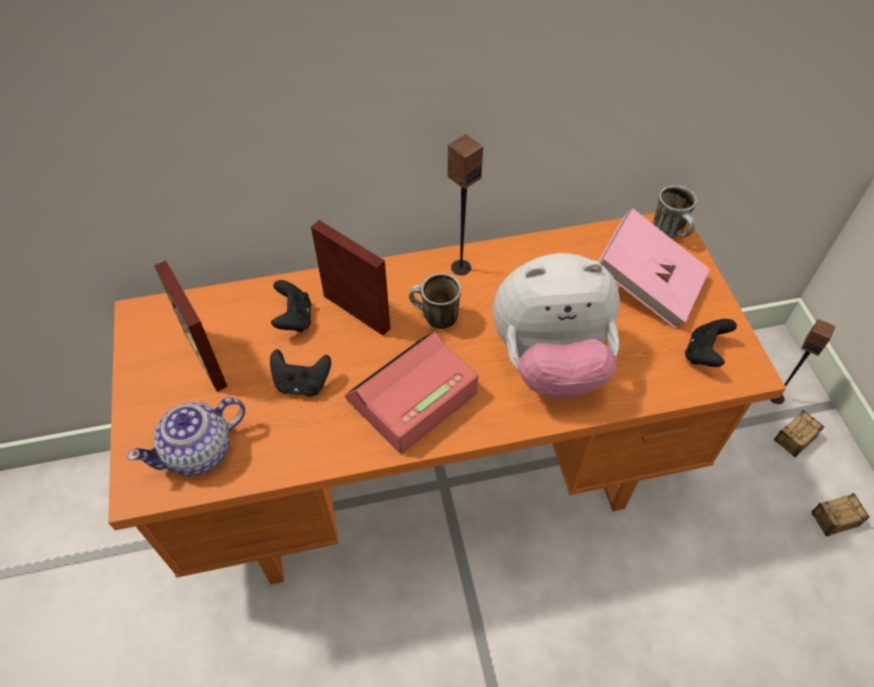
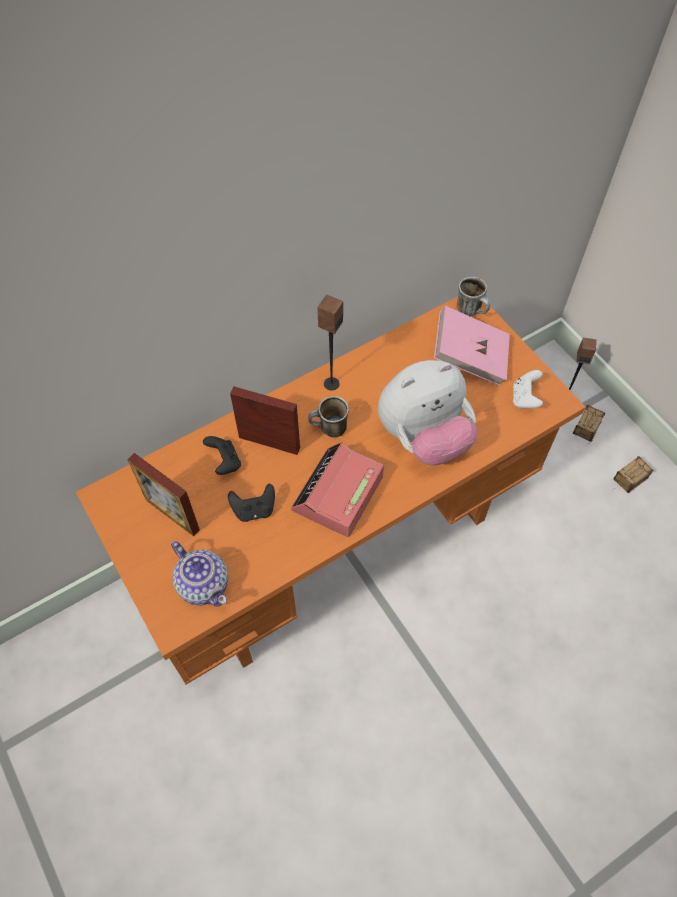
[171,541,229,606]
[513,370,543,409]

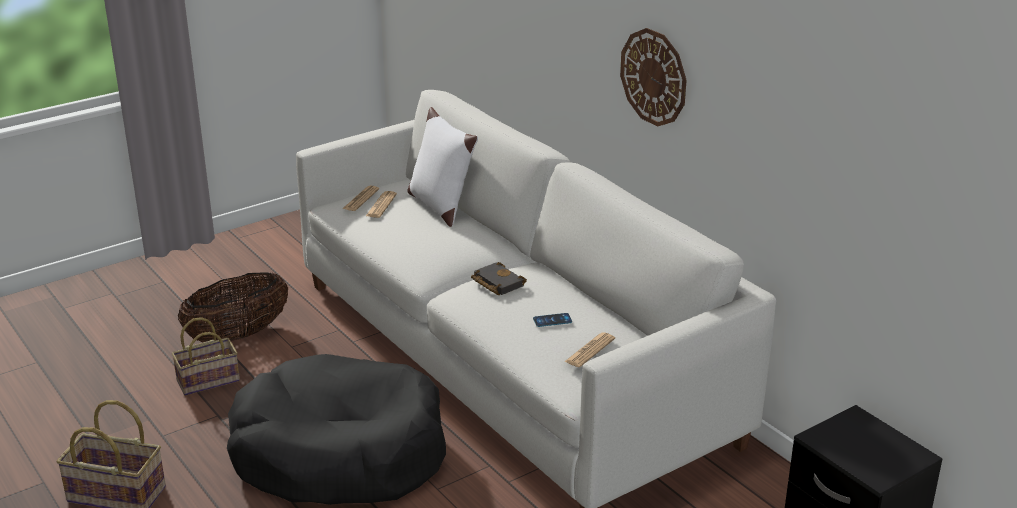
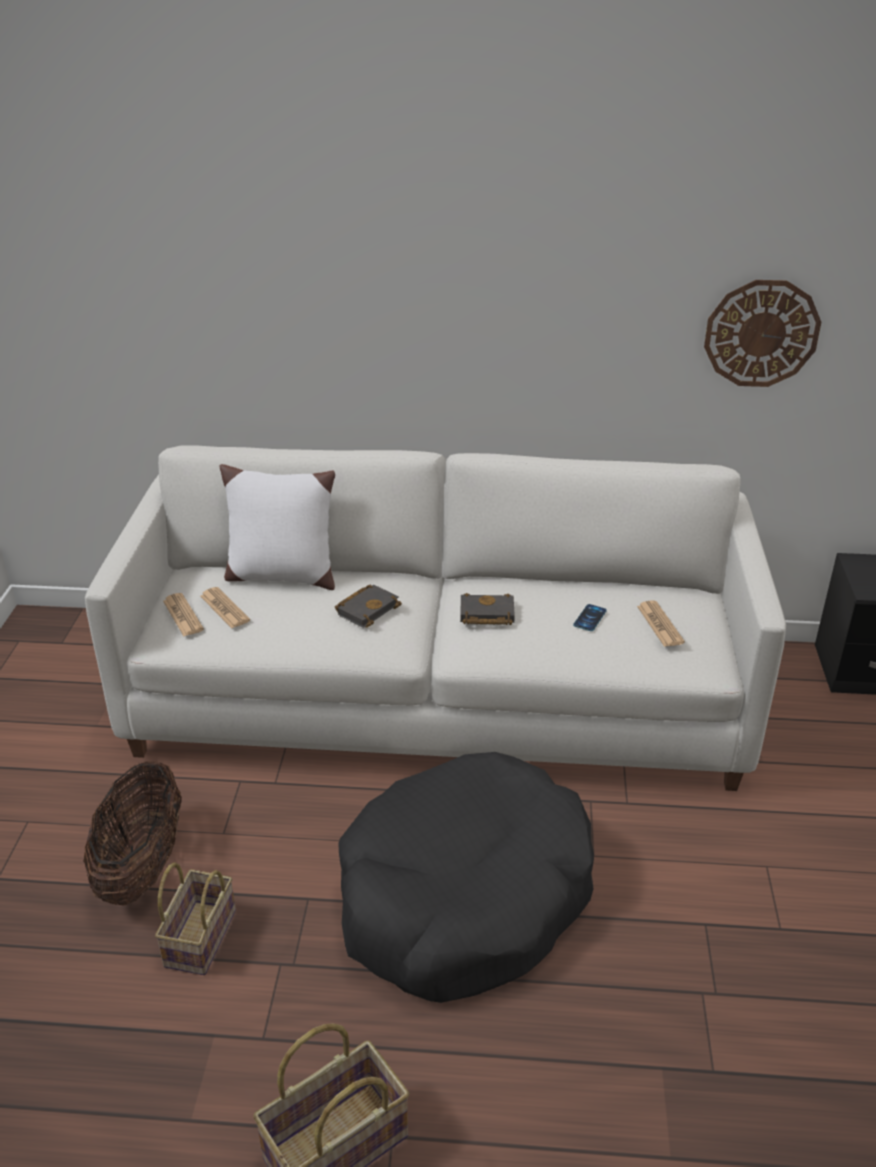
[335,585,402,628]
[704,280,822,387]

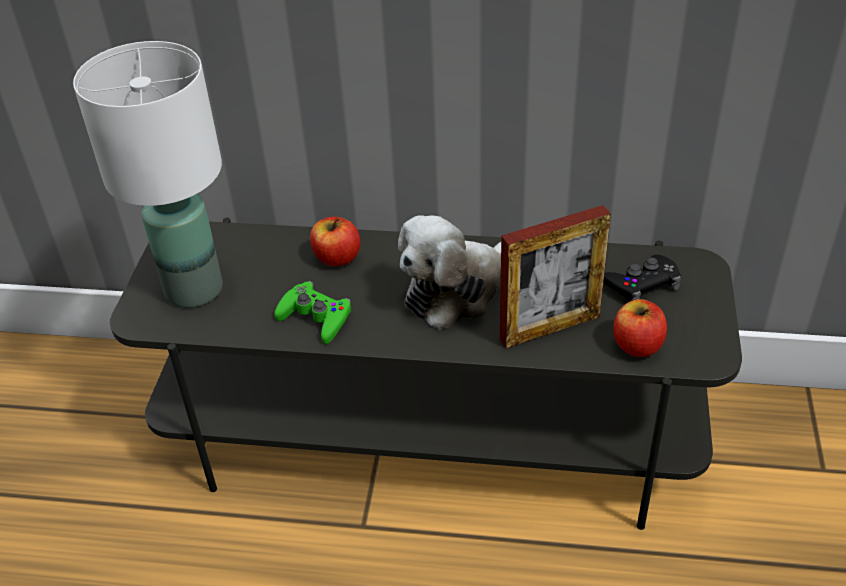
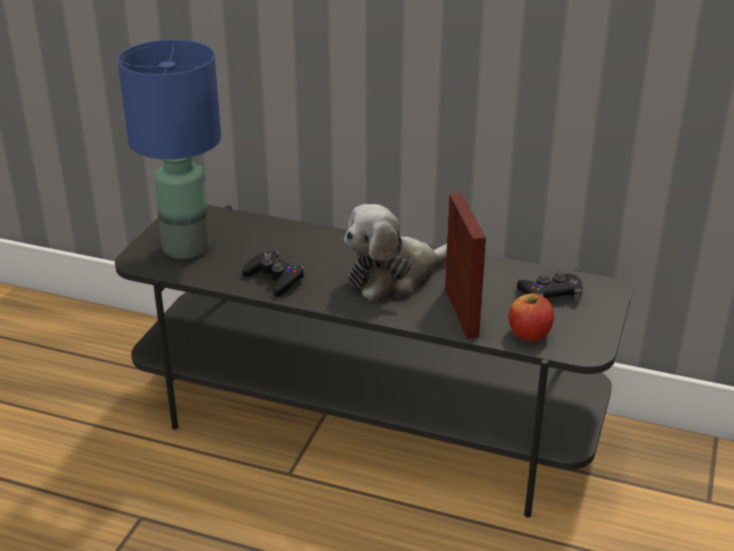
[117,40,221,259]
[242,251,304,297]
[445,193,486,339]
[310,217,360,266] (first image)

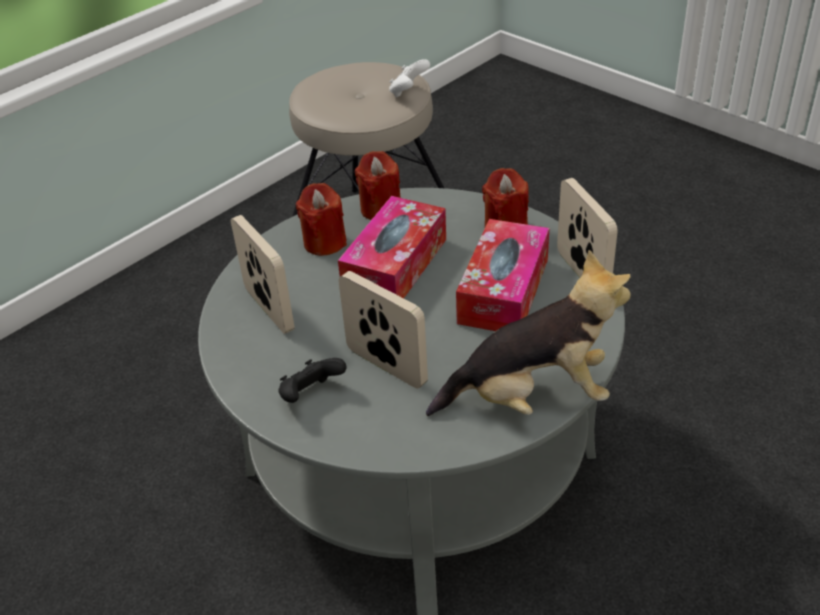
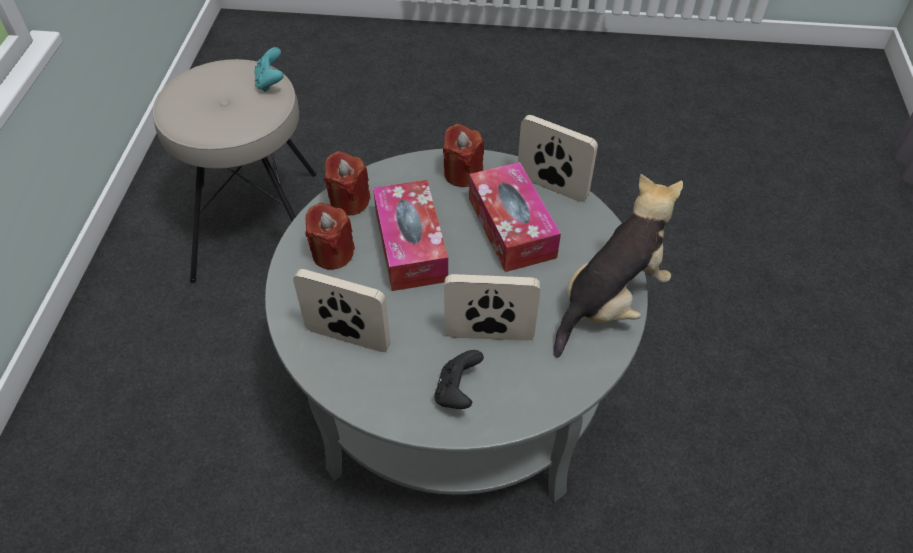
[254,47,284,92]

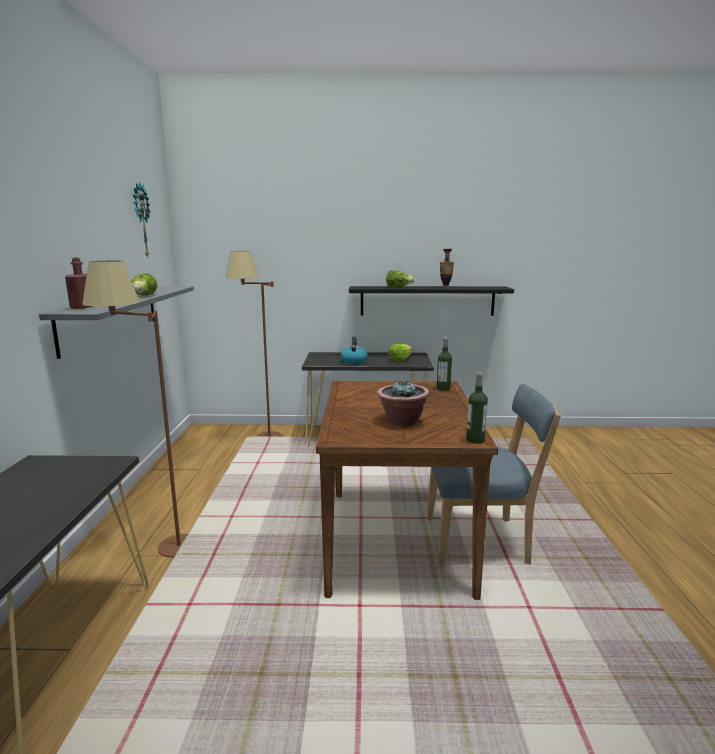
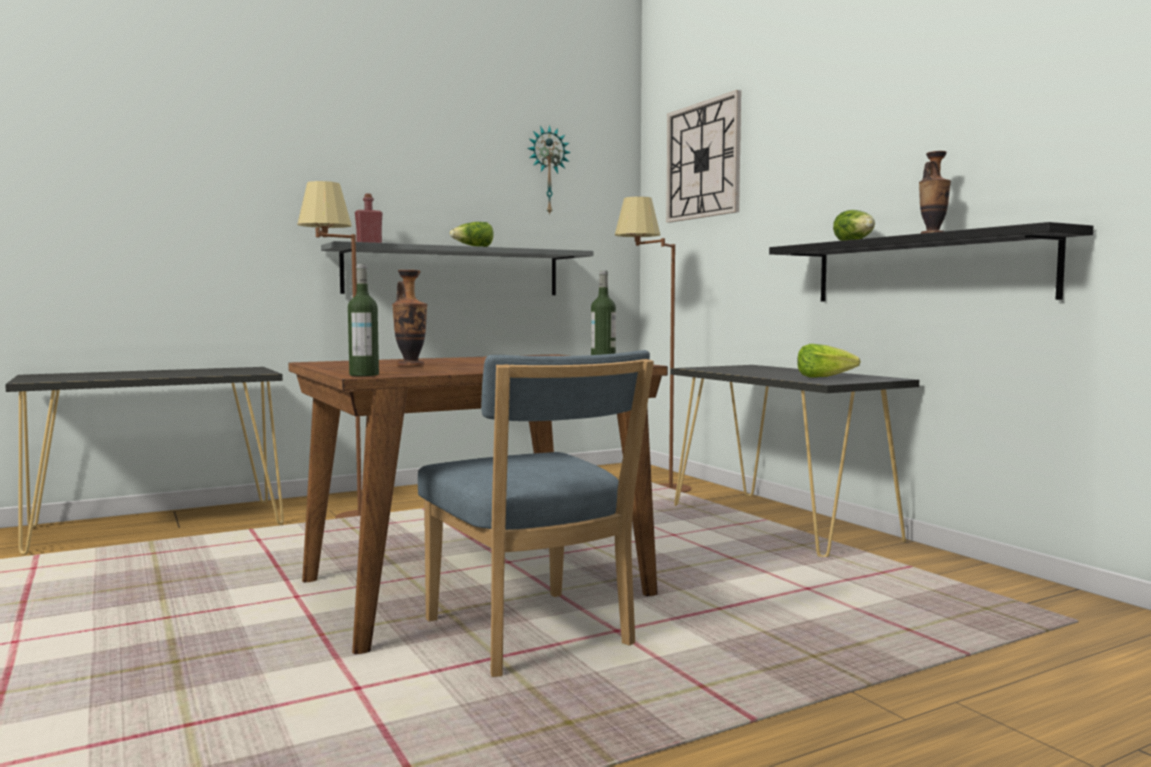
[392,270,427,366]
[666,90,741,222]
[341,336,368,364] (first image)

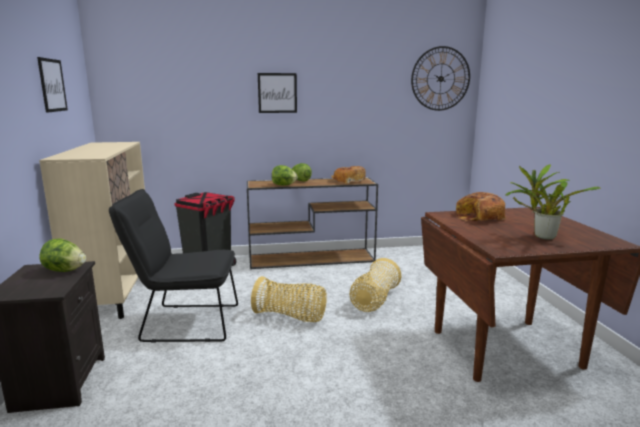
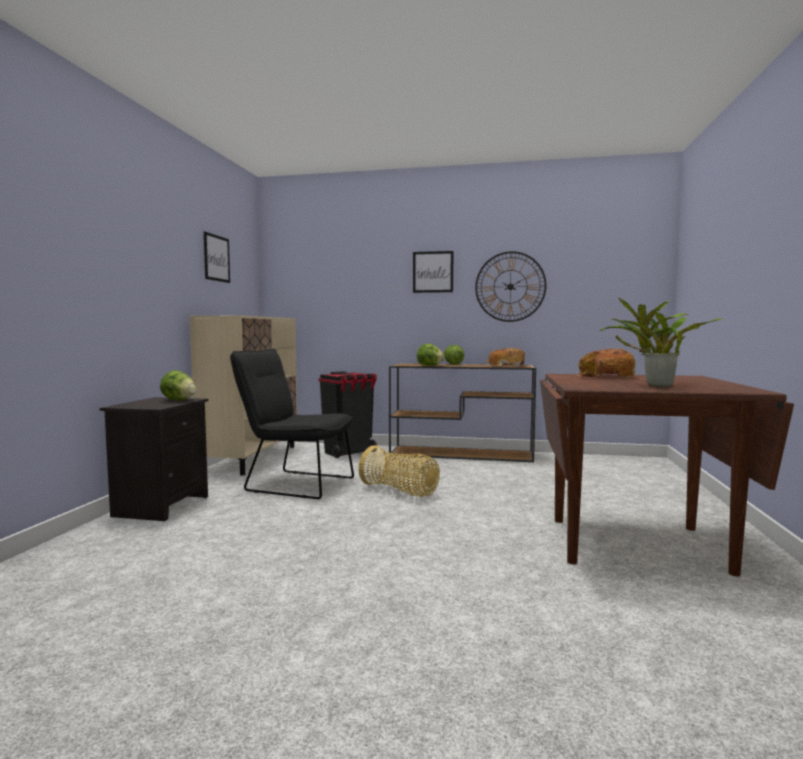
[475,251,547,322]
[350,258,402,312] (first image)

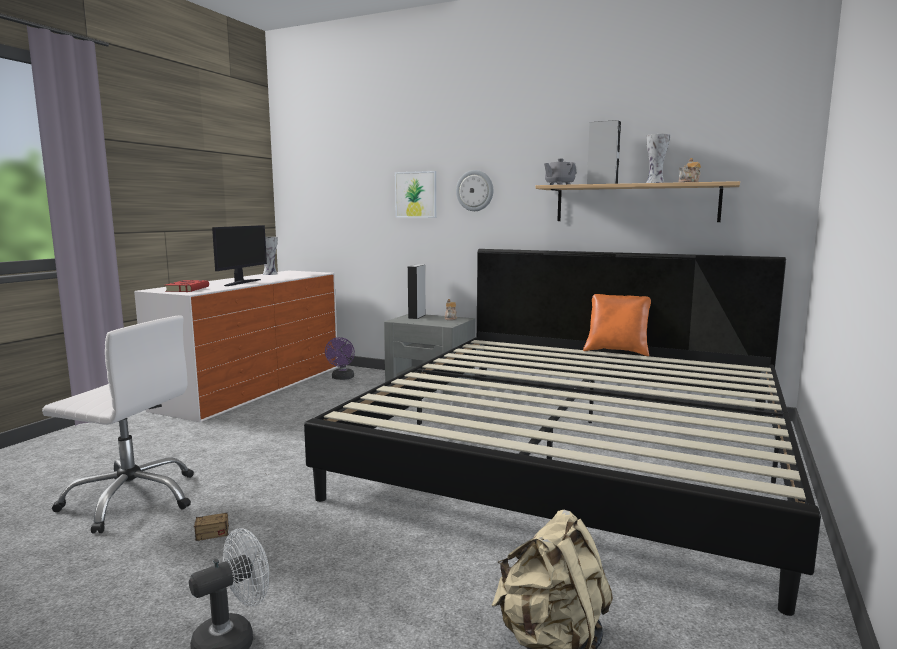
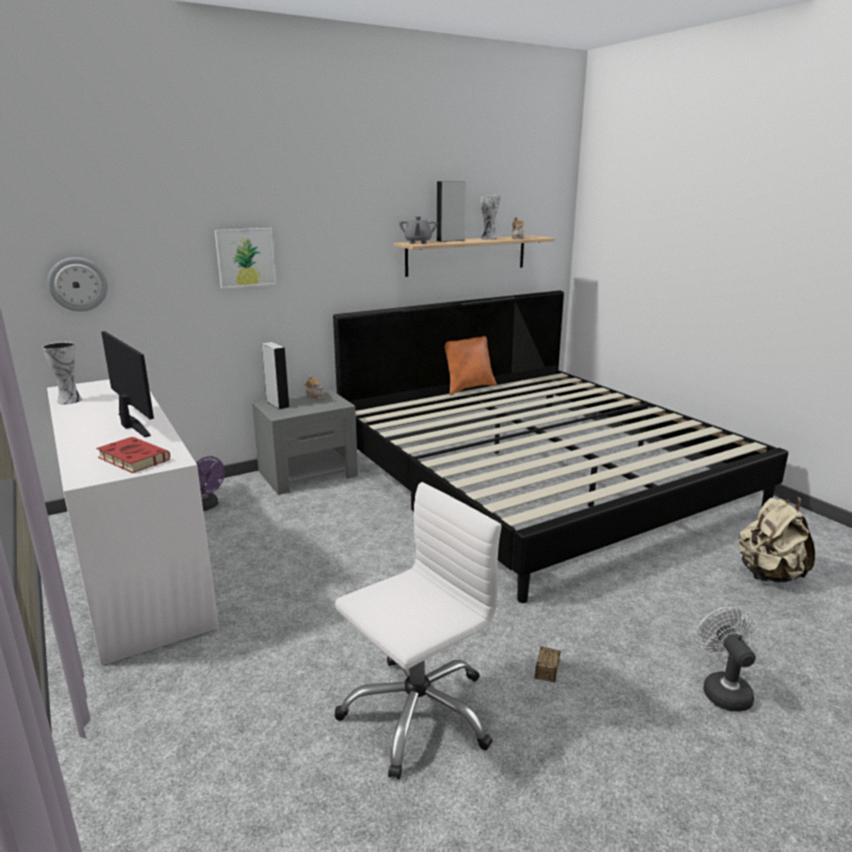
[48,257,108,312]

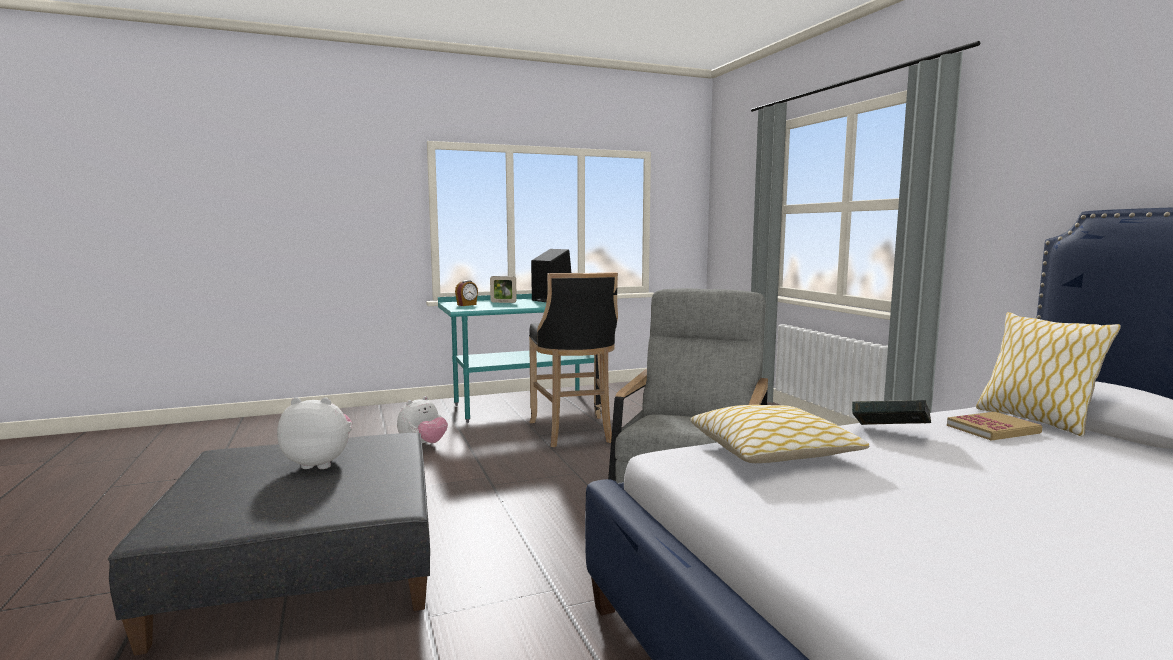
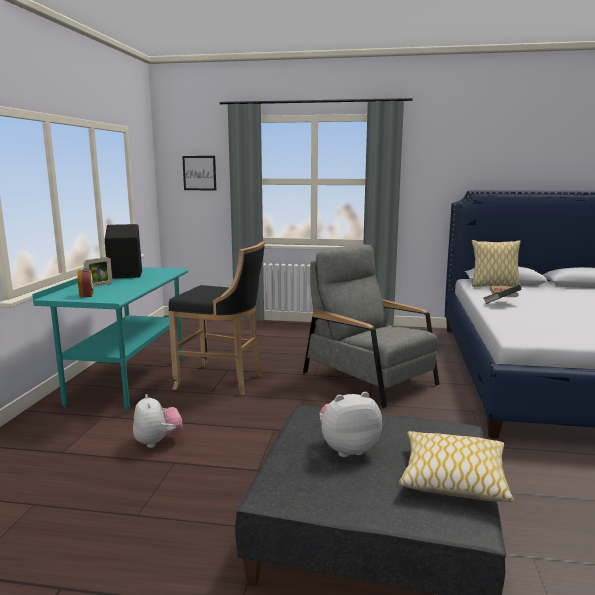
[182,156,216,190]
[320,392,382,457]
[399,431,514,502]

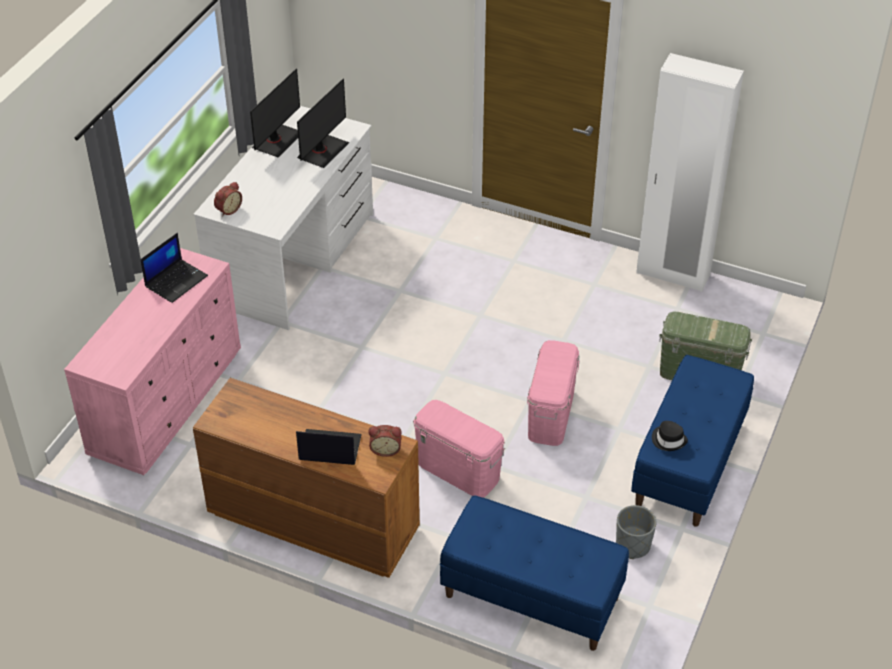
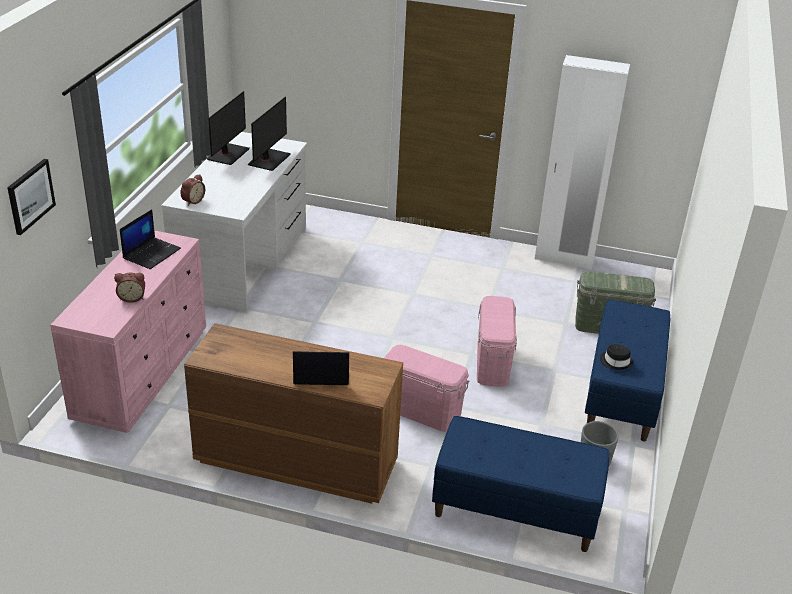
[7,159,56,235]
[114,273,145,303]

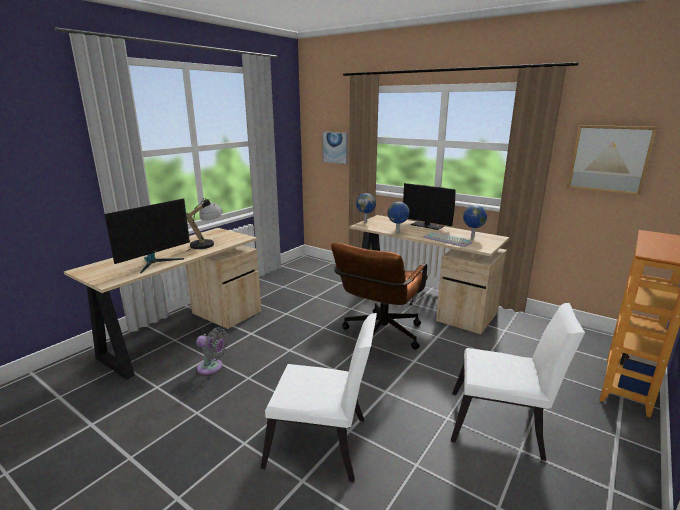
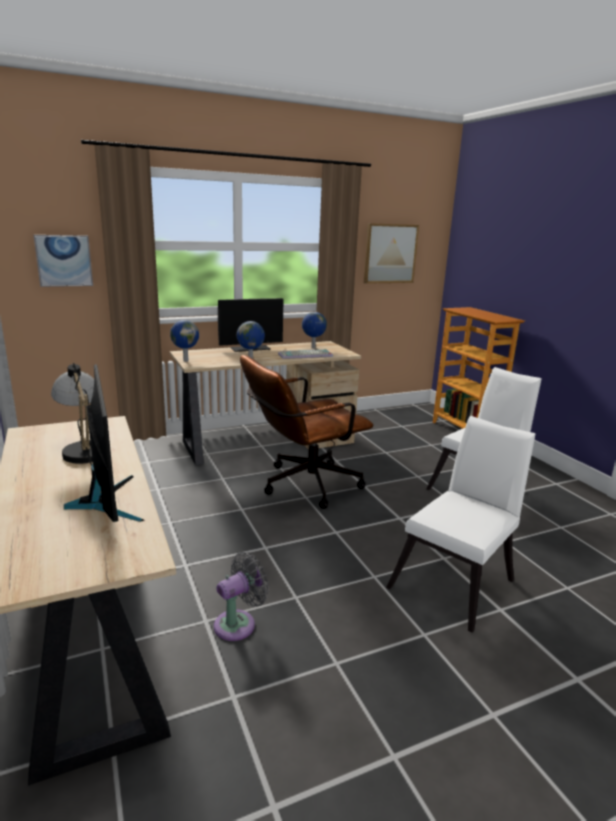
[240,355,373,509]

